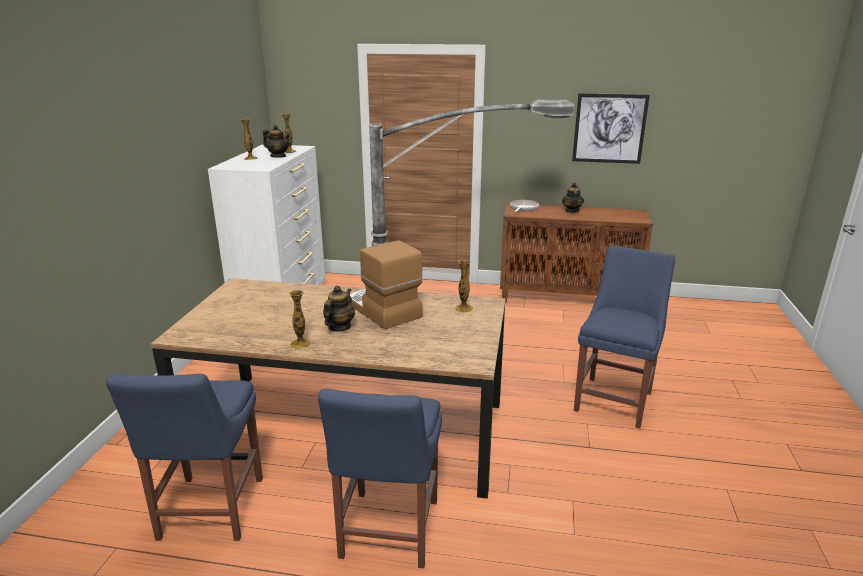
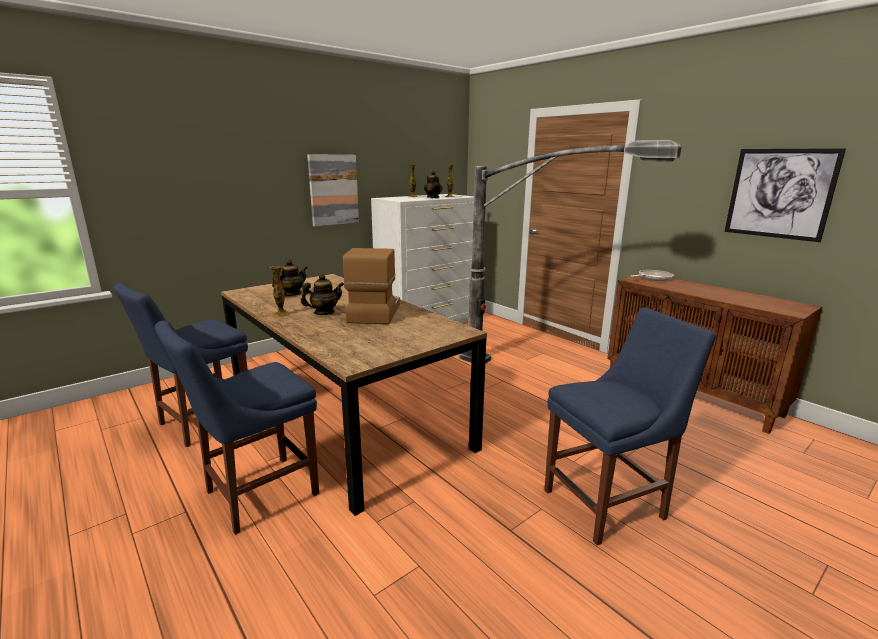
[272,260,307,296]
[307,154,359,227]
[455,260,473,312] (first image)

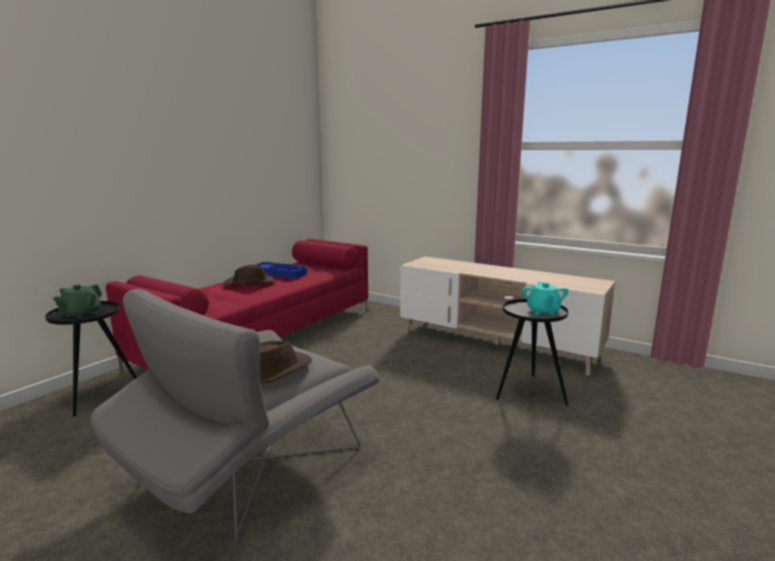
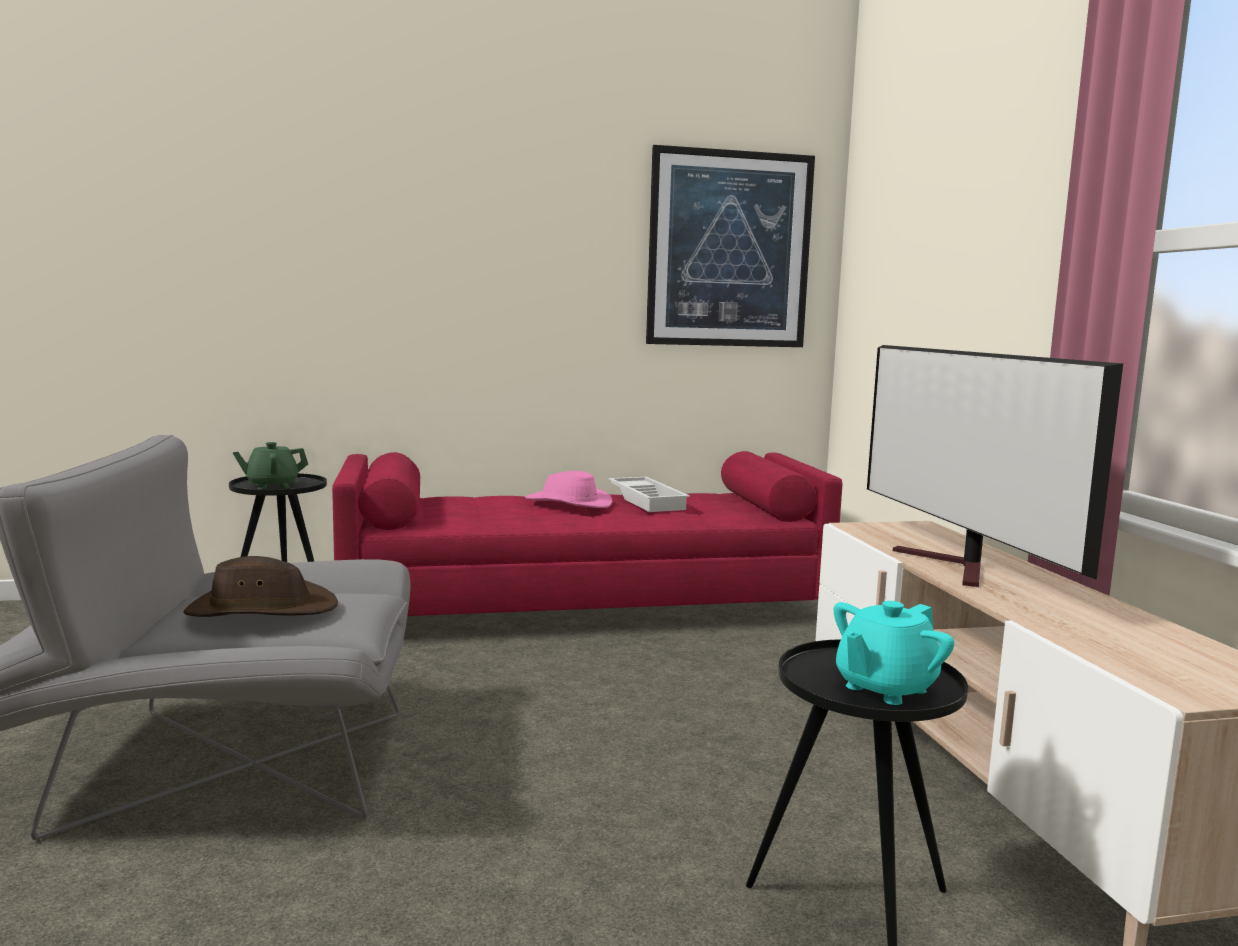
[525,471,612,508]
[608,477,690,512]
[646,145,815,347]
[867,345,1123,587]

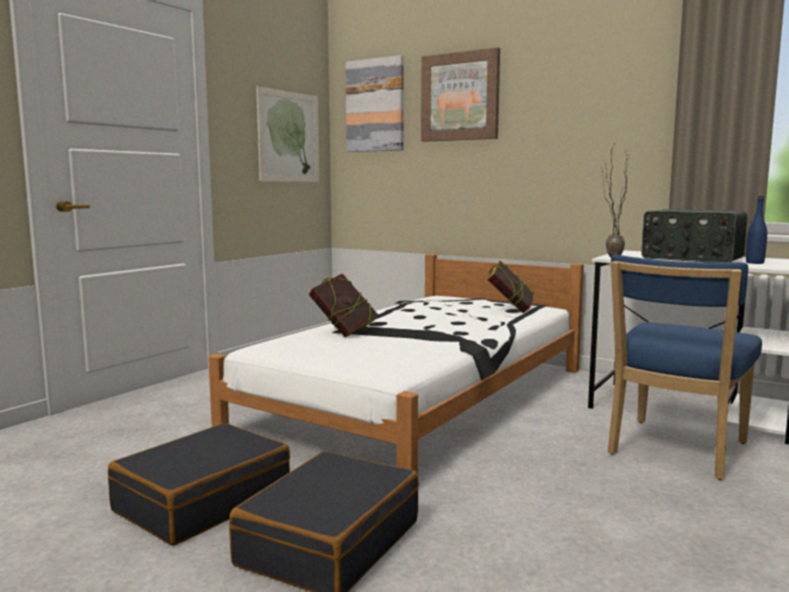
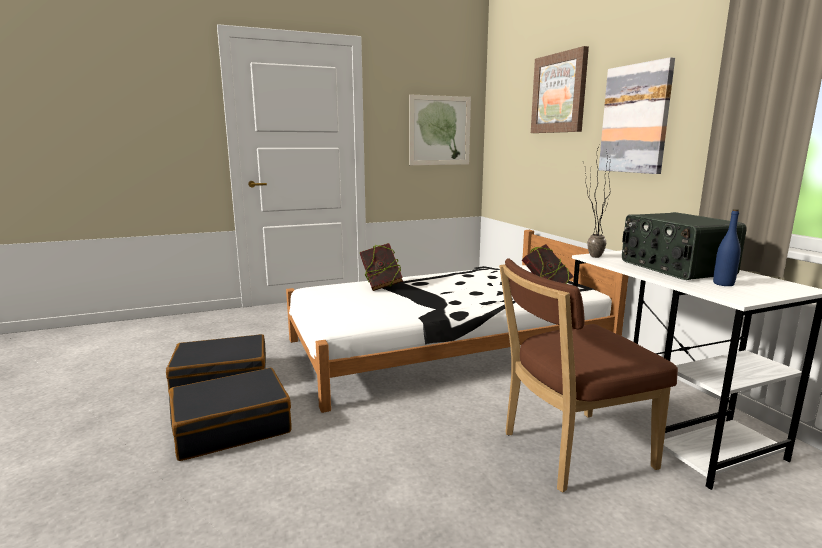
[499,258,678,492]
[599,57,675,174]

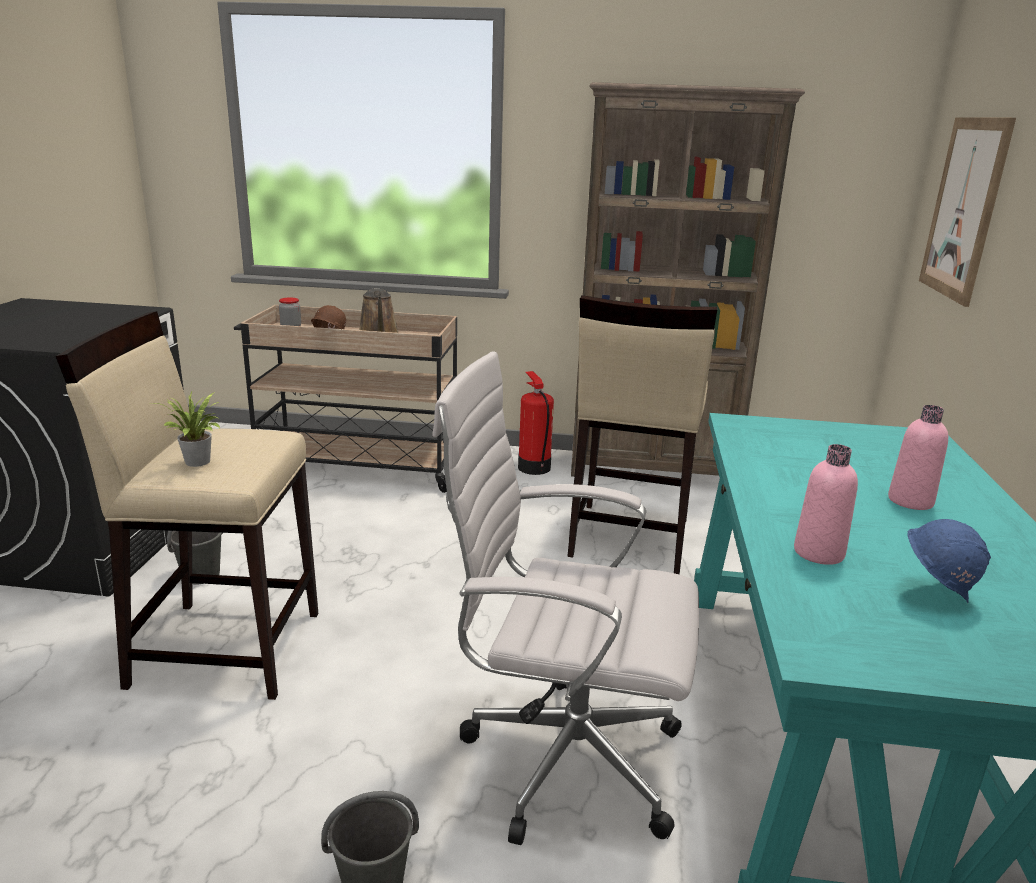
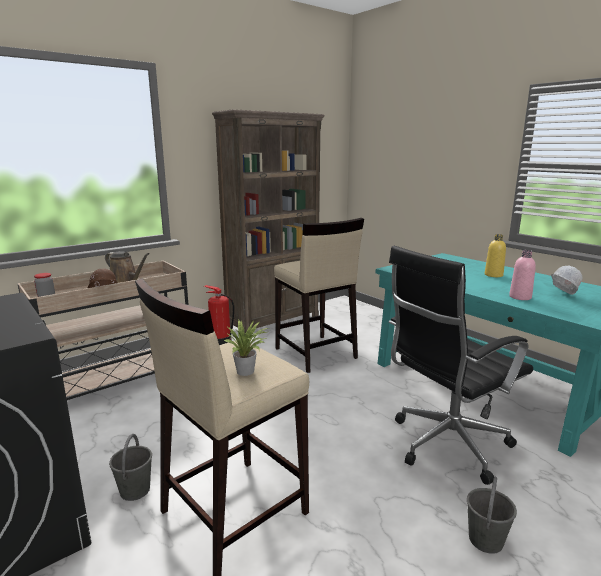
[389,246,533,485]
[485,234,506,277]
[551,266,582,295]
[919,117,1016,307] (first image)

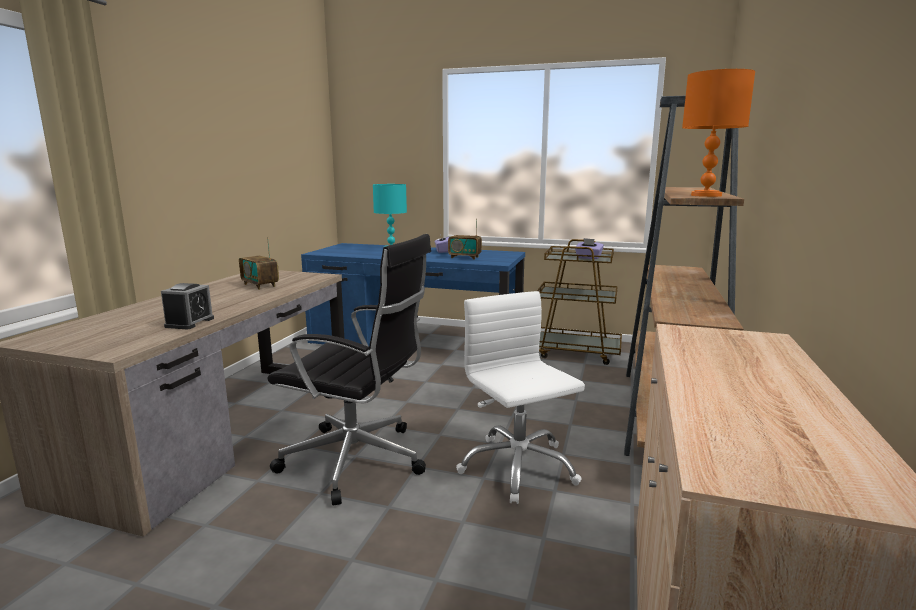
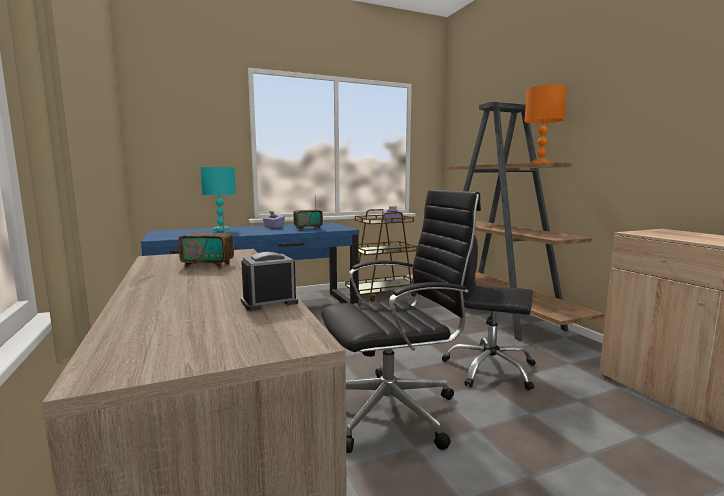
[241,252,298,311]
[442,234,536,390]

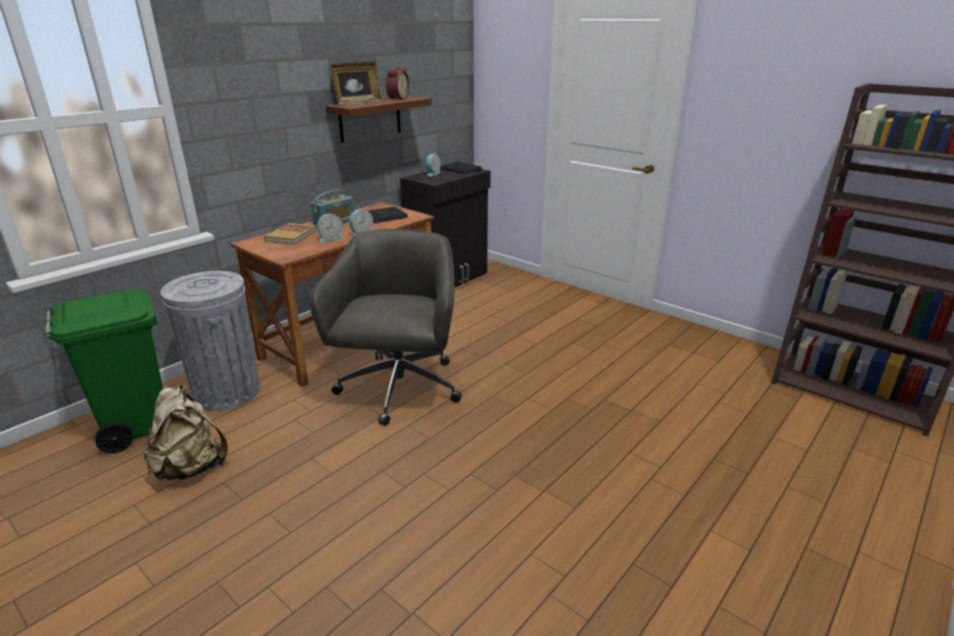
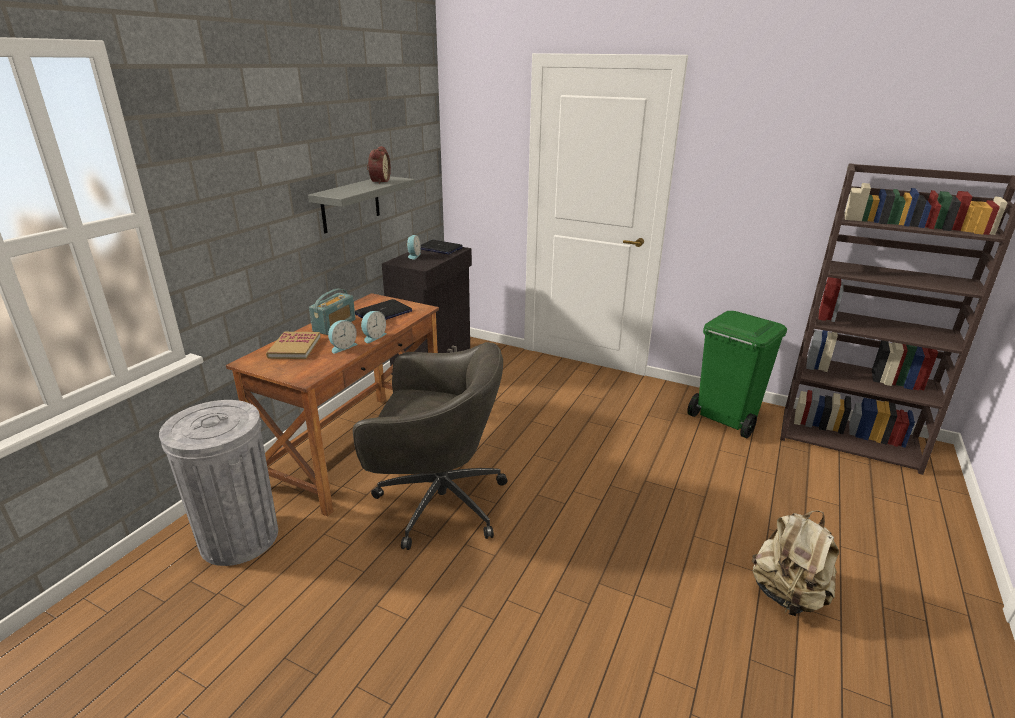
[308,176,415,233]
[353,342,507,550]
[687,311,787,438]
[752,511,839,616]
[331,62,383,105] (first image)

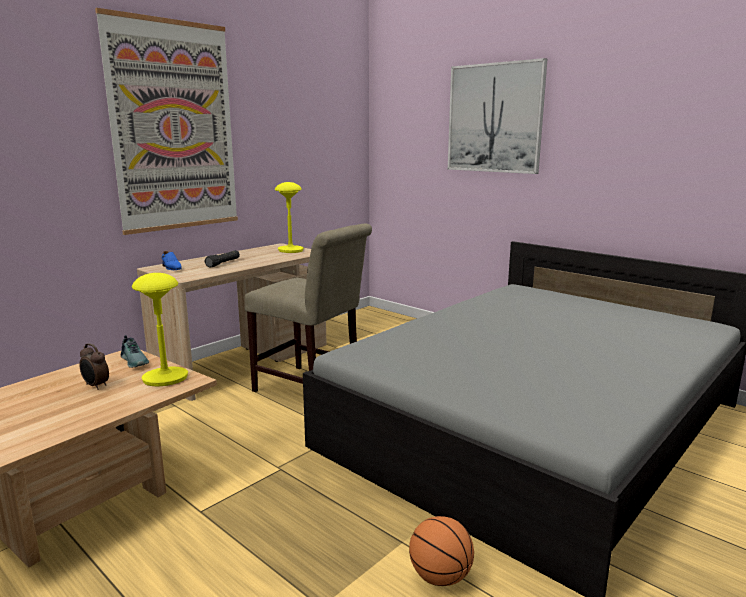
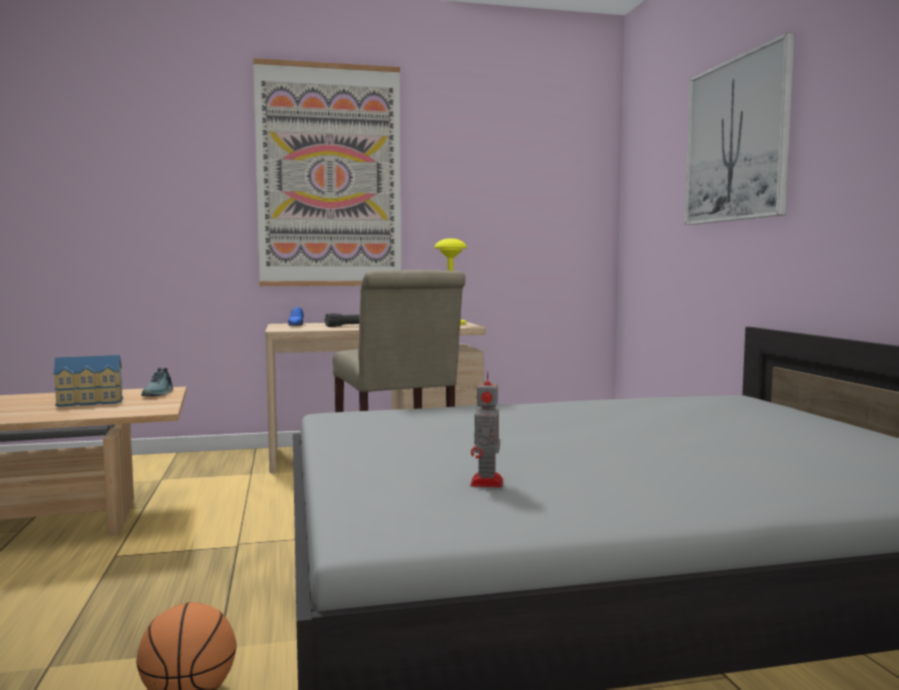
[54,355,123,407]
[470,371,503,488]
[132,273,188,386] (first image)

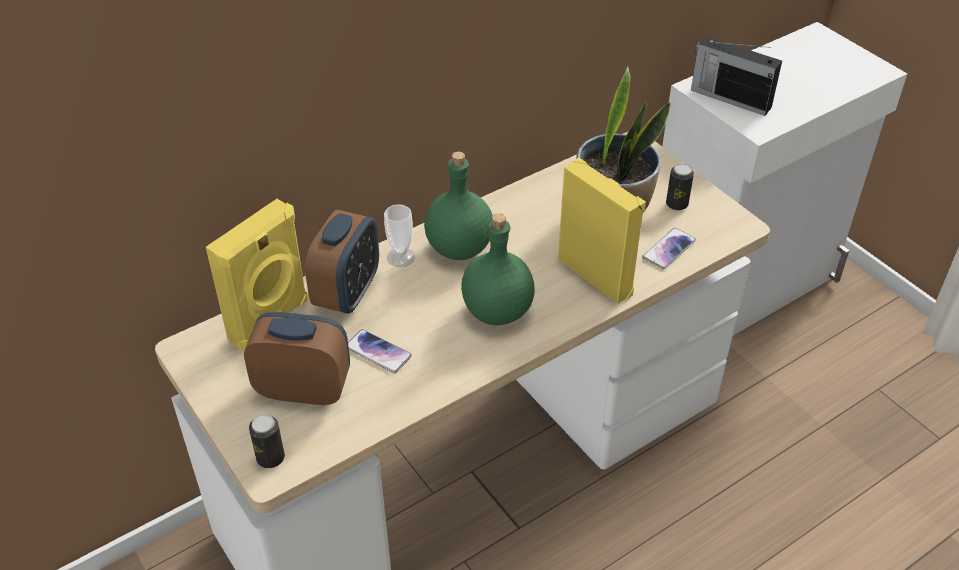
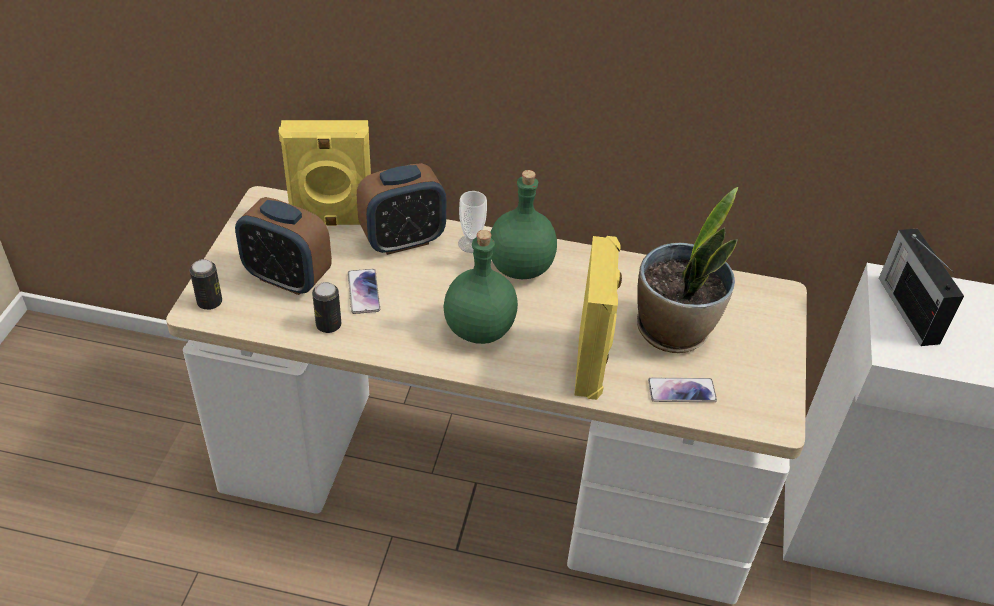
[235,197,332,295]
[312,282,341,333]

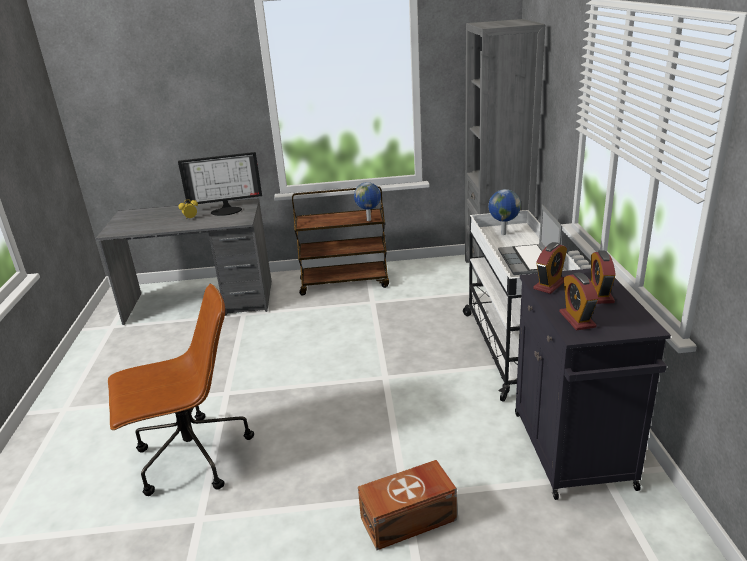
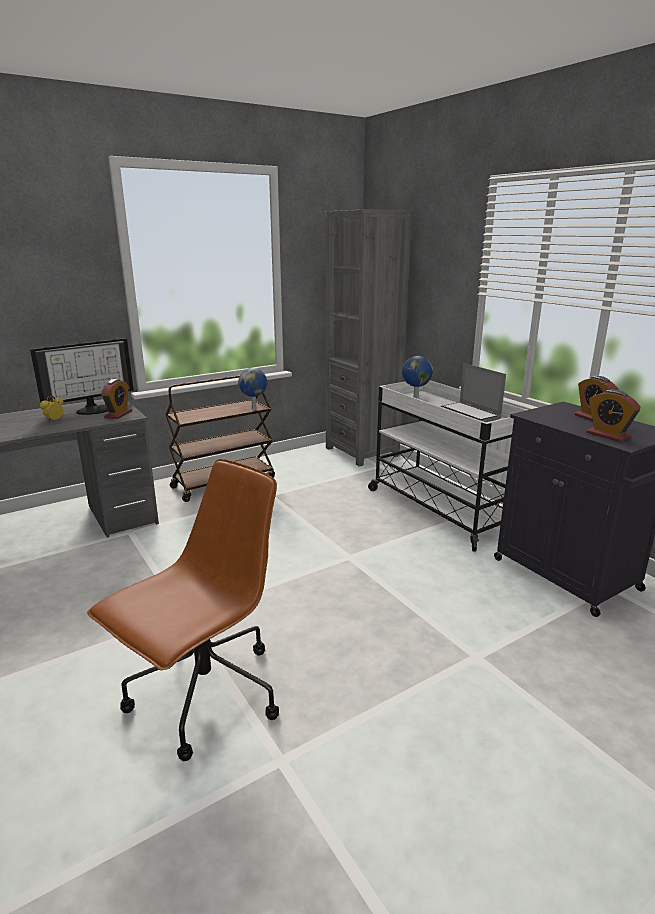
[101,379,133,419]
[358,460,457,550] (first image)

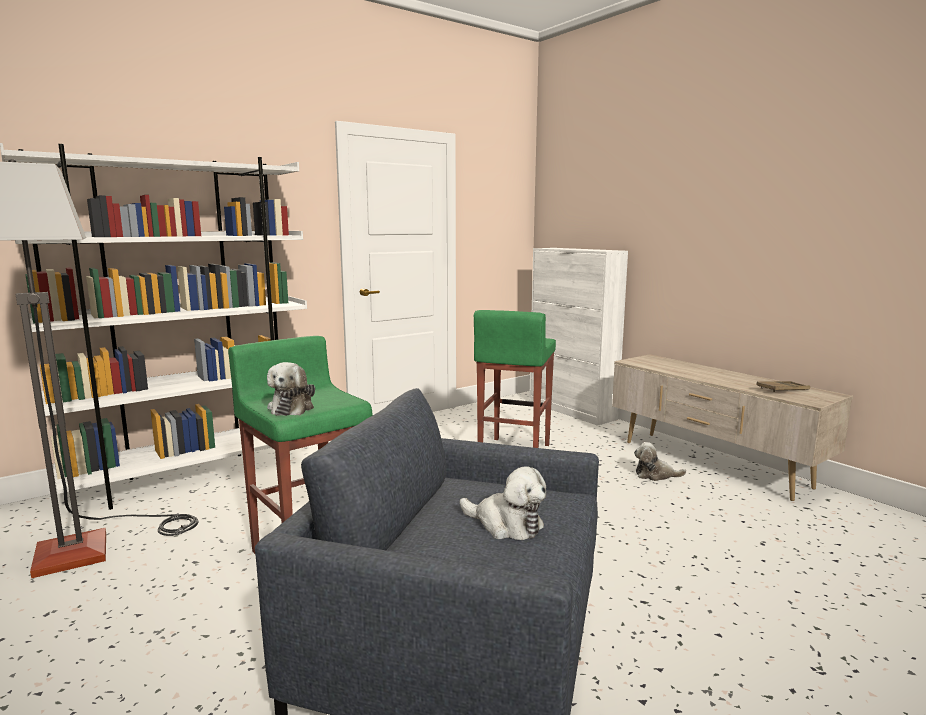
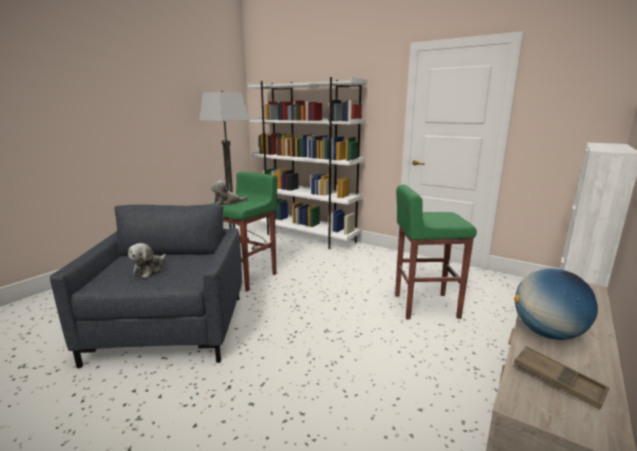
[514,268,598,340]
[634,442,686,481] (first image)

